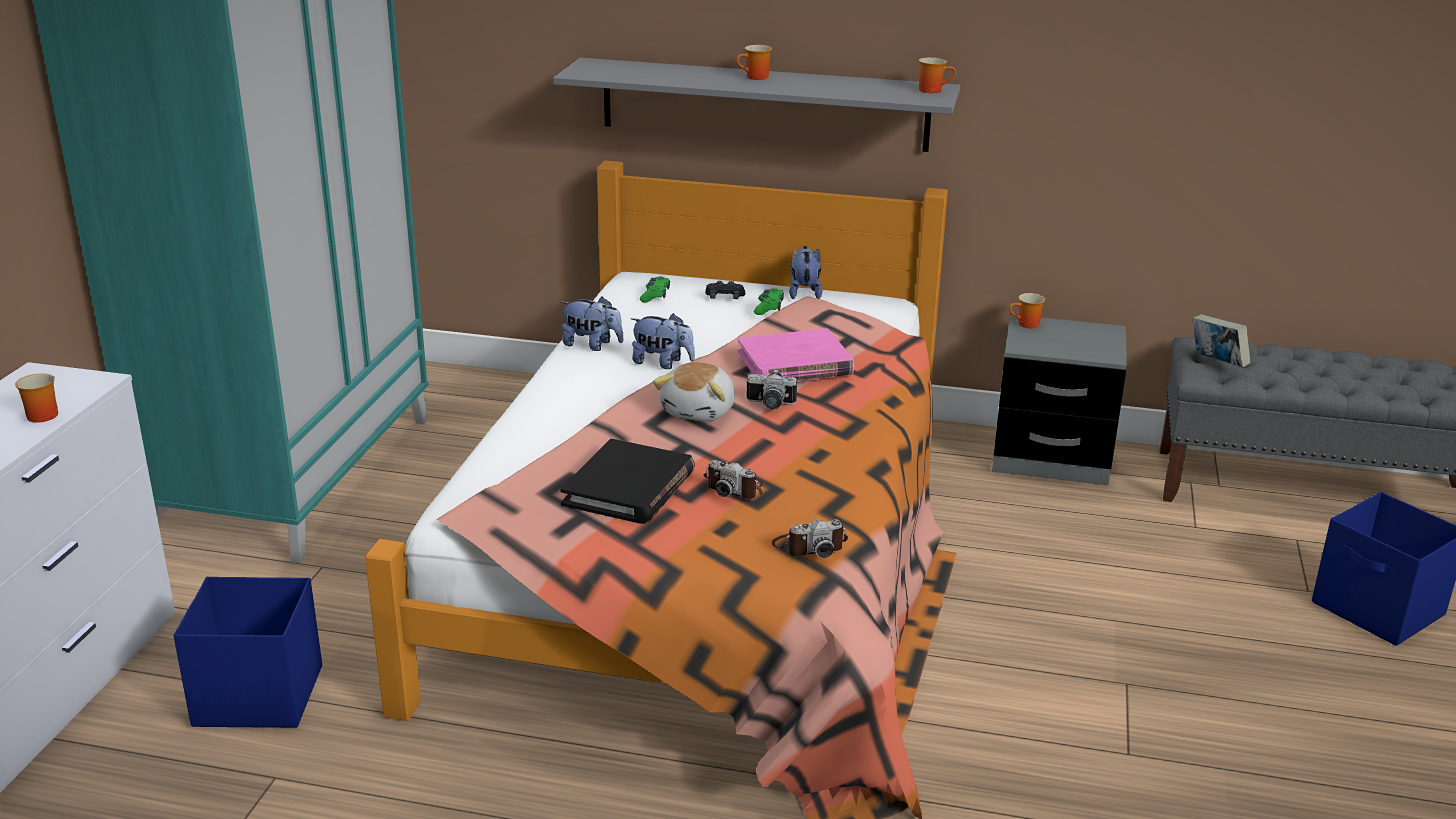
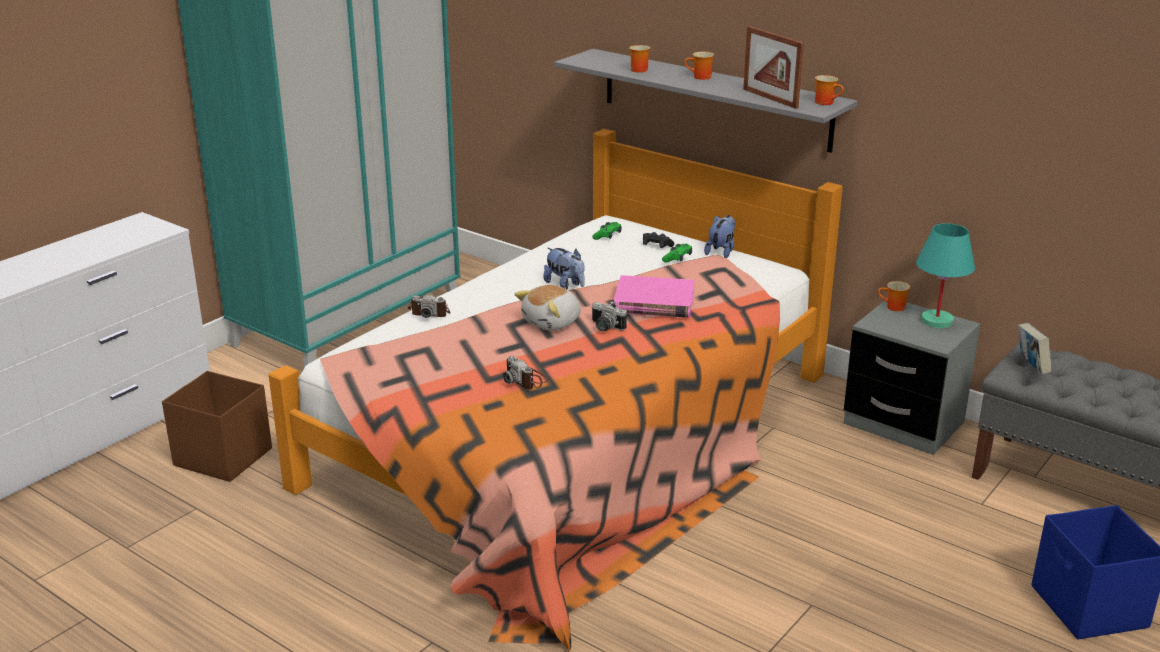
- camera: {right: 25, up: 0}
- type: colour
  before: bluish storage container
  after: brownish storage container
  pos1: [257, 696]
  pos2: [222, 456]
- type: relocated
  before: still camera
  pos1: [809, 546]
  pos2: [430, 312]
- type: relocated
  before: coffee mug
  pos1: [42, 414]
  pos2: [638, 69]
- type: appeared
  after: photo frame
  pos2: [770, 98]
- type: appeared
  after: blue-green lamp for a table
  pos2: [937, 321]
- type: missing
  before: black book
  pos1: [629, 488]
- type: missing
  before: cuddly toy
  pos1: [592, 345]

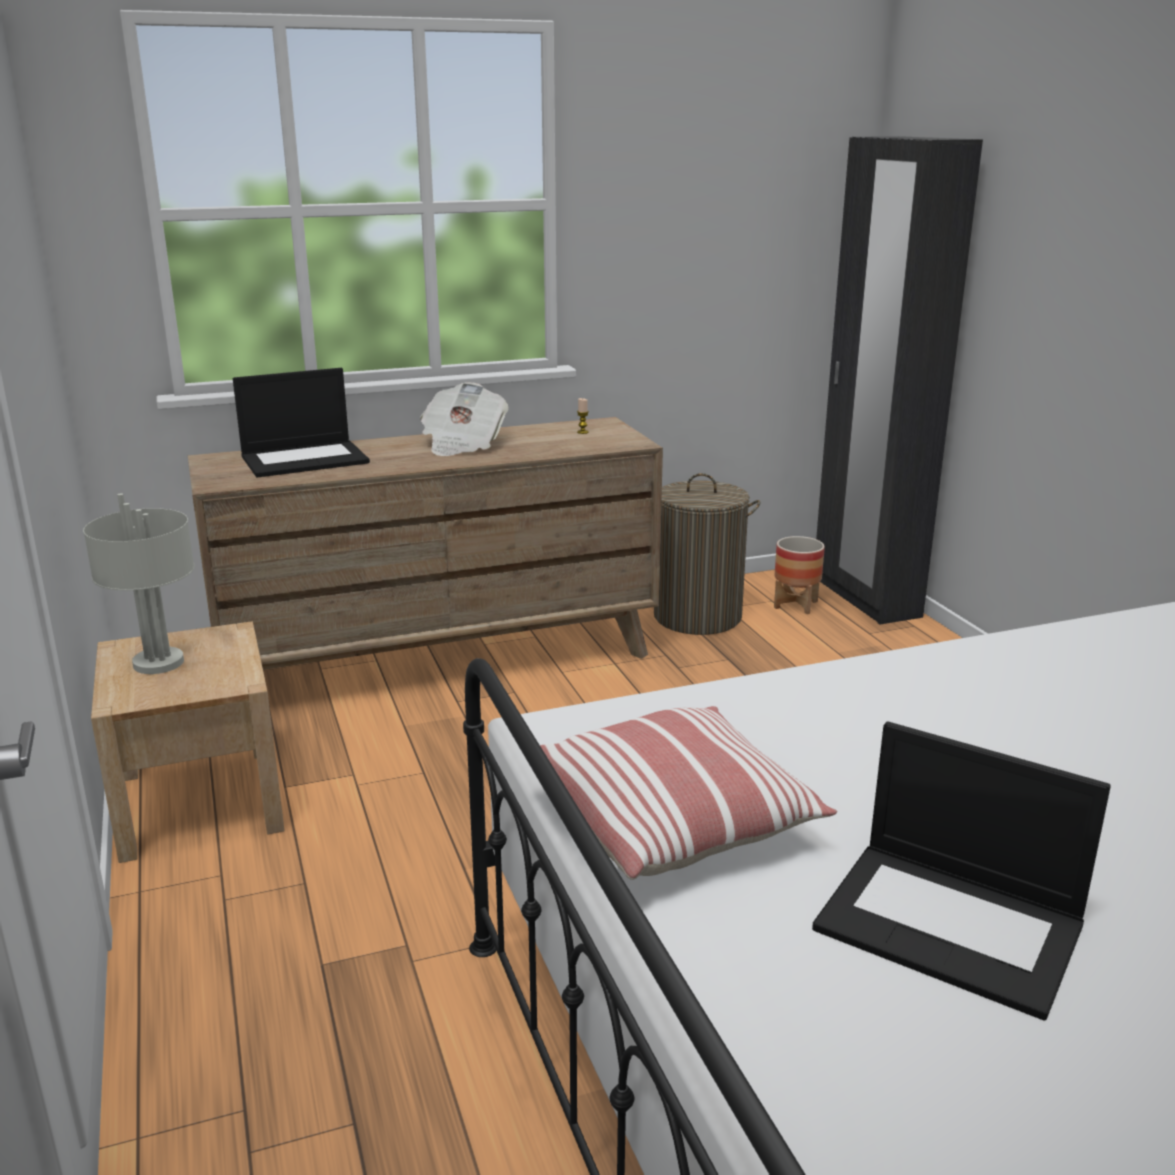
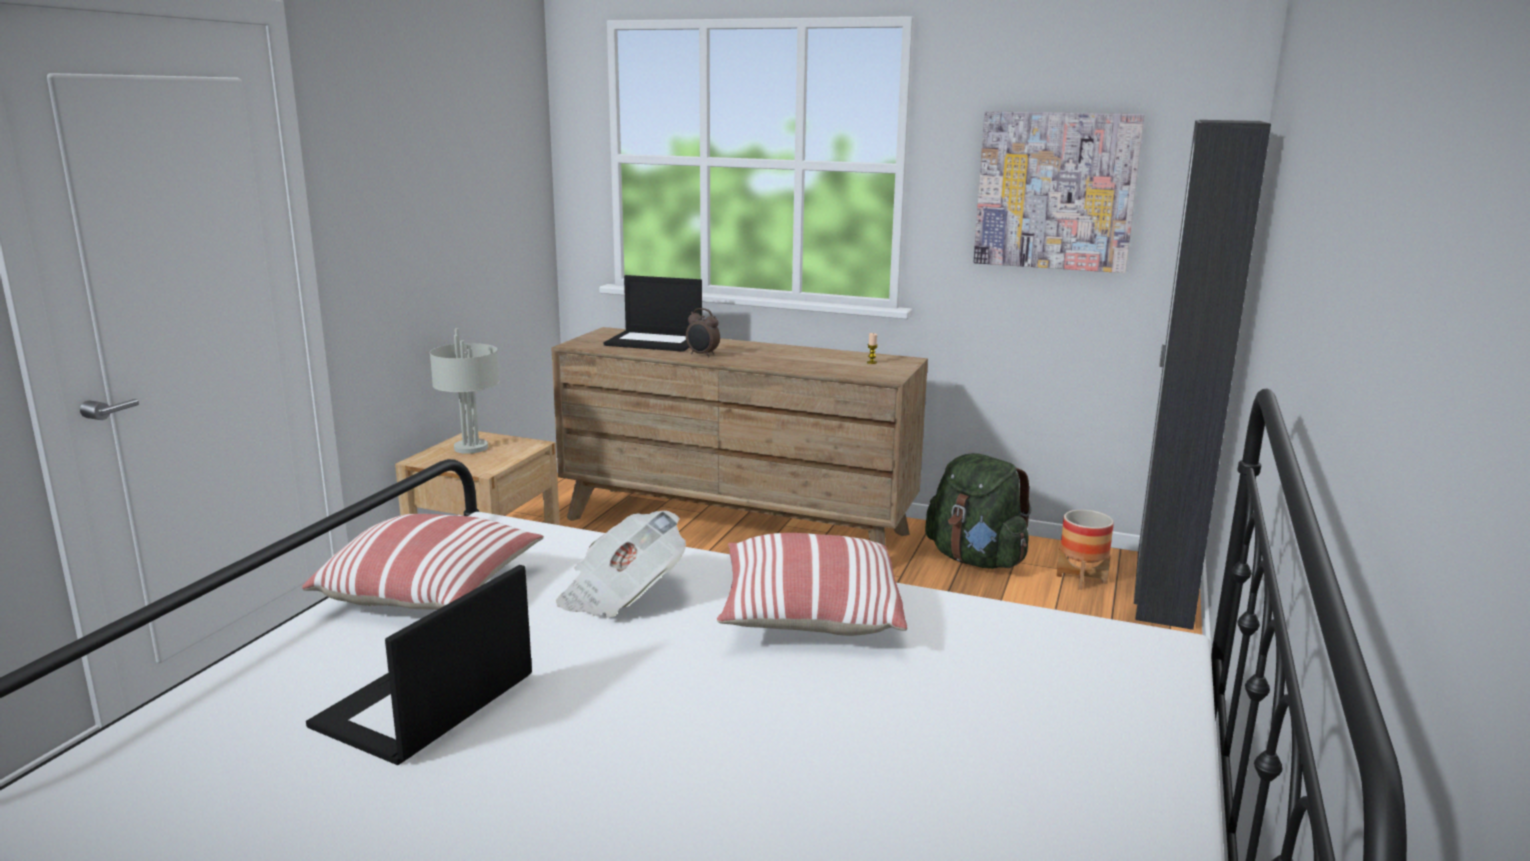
- camera: {right: 40, up: -5}
- type: spun
  before: notebook computer
  pos1: [952, 925]
  pos2: [425, 703]
  turn: 45
- type: relocated
  before: daily paper
  pos1: [462, 444]
  pos2: [621, 595]
- type: appeared
  after: alarm clock
  pos2: [702, 355]
- type: appeared
  after: throw pillow
  pos2: [808, 614]
- type: exchanged
  before: laundry basket
  after: greenish knapsack
  pos1: [697, 617]
  pos2: [976, 560]
- type: appeared
  after: wall picture
  pos2: [1055, 191]

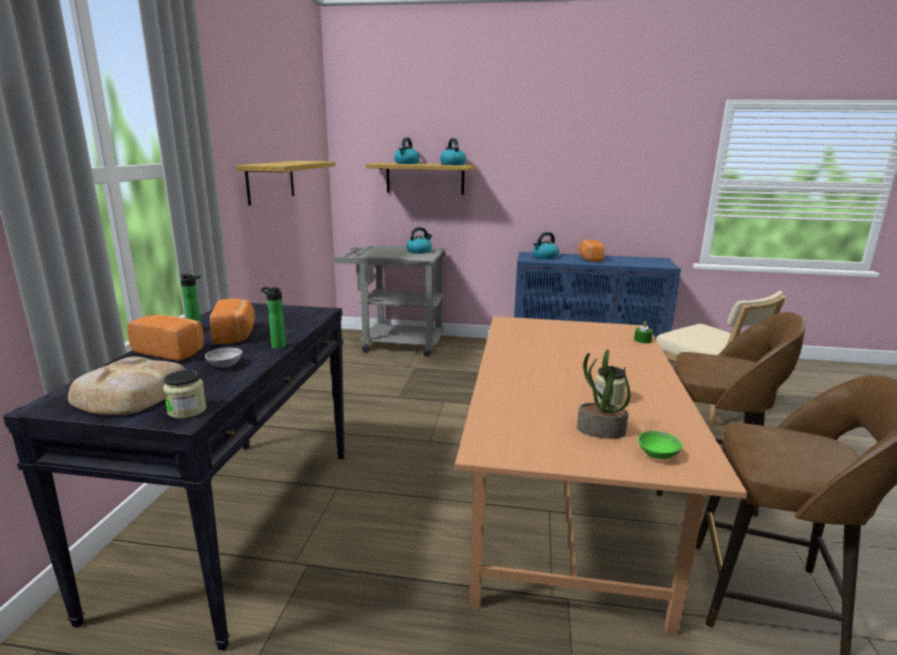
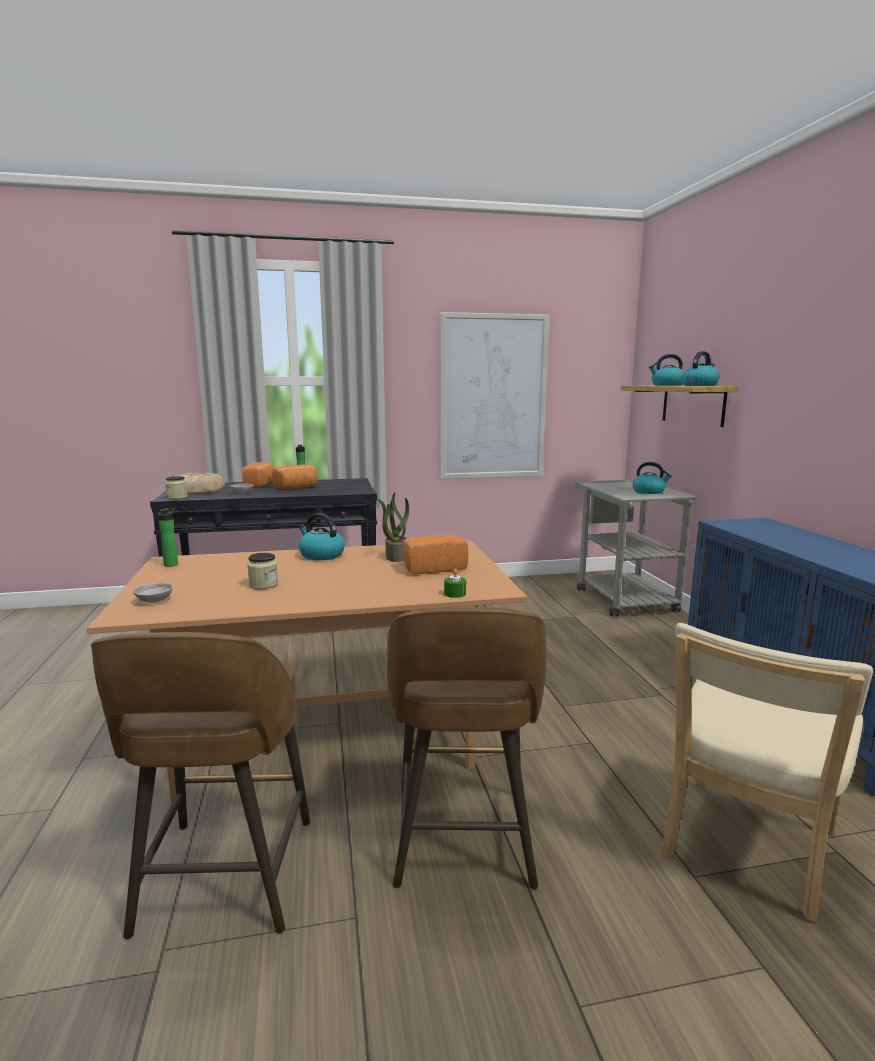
- camera: {right: 70, up: -5}
- type: colour
  before: greenish bowl
  after: greyish bowl
  pos1: [657, 454]
  pos2: [154, 601]
- type: relocated
  before: drink bottle
  pos1: [276, 346]
  pos2: [172, 564]
- type: relocated
  before: tea kettle
  pos1: [544, 257]
  pos2: [321, 555]
- type: relocated
  before: houseplant
  pos1: [600, 431]
  pos2: [396, 556]
- type: relocated
  before: bakery bread
  pos1: [589, 259]
  pos2: [433, 568]
- type: exchanged
  before: bracket shelf
  after: wall picture
  pos1: [271, 181]
  pos2: [492, 398]

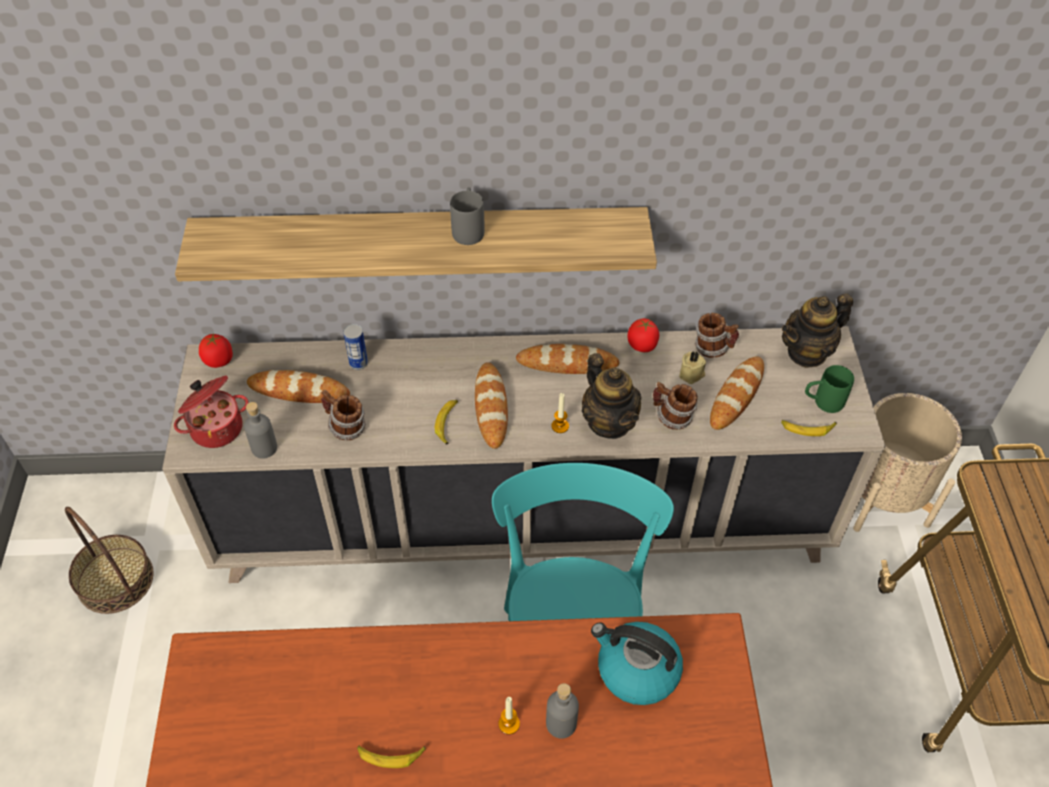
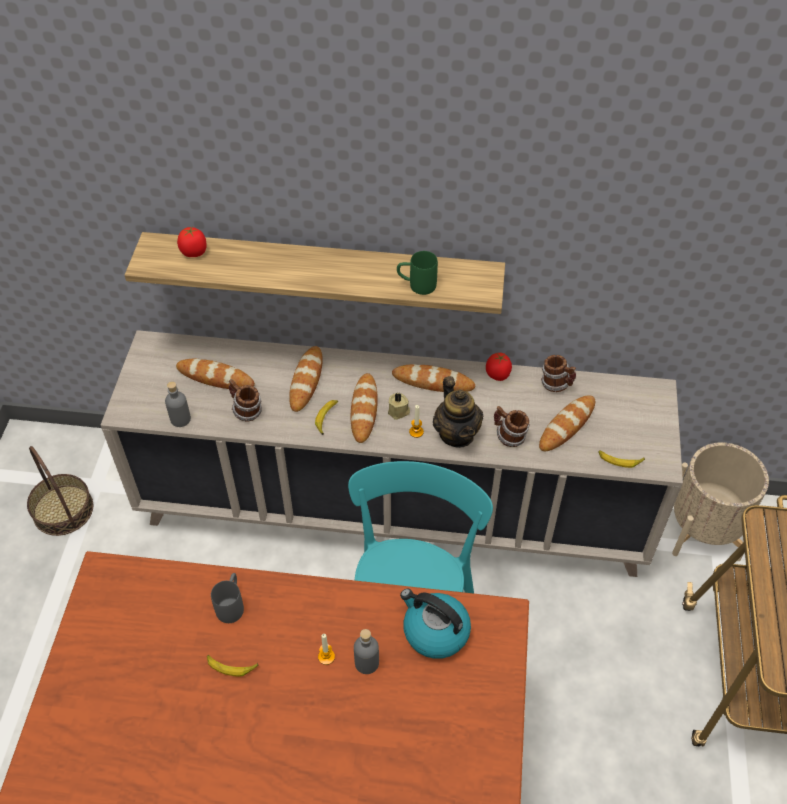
- camera: {right: 10, up: 0}
- type: relocated
  before: fresh tomato
  pos1: [219, 361]
  pos2: [194, 252]
- type: relocated
  before: greyish coffee mug
  pos1: [468, 228]
  pos2: [232, 604]
- type: appeared
  after: bakery bread
  pos2: [306, 381]
- type: relocated
  before: sand-coloured wax light
  pos1: [692, 374]
  pos2: [399, 412]
- type: relocated
  before: greenish coffee mug
  pos1: [822, 402]
  pos2: [416, 285]
- type: missing
  before: saucepot
  pos1: [216, 427]
- type: missing
  before: can
  pos1: [358, 363]
- type: missing
  before: teapot
  pos1: [807, 352]

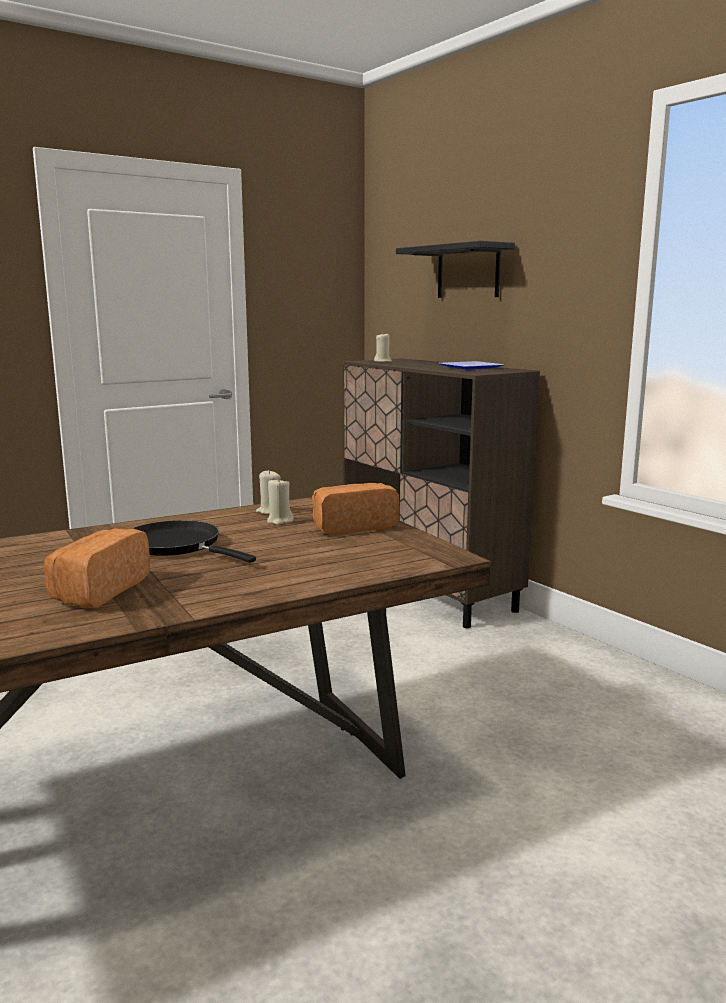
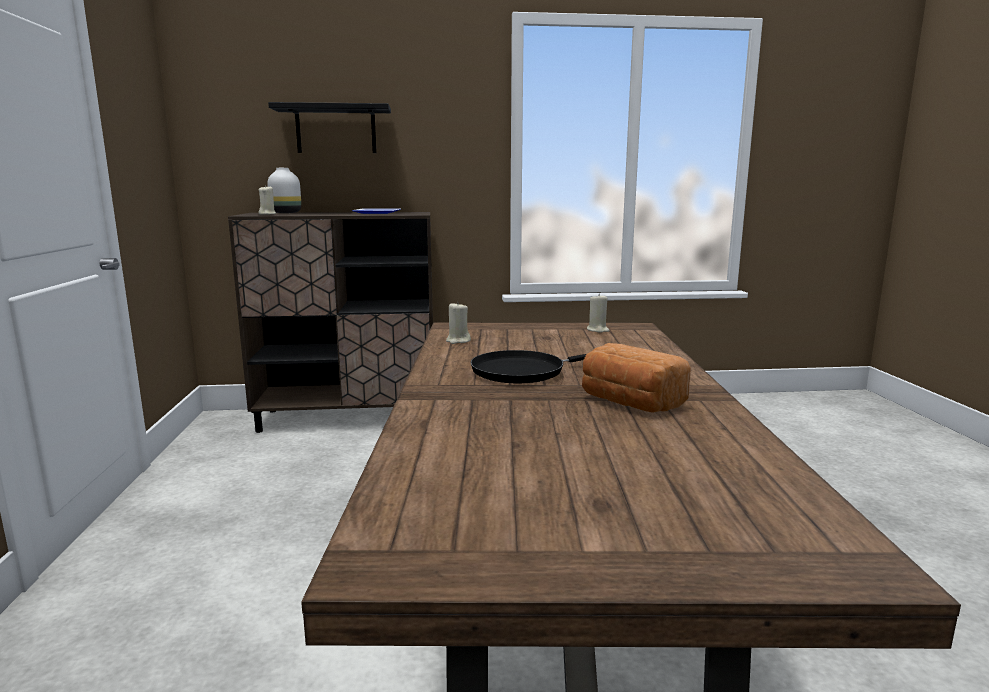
- camera: {right: -60, up: 0}
- type: appeared
  after: white flower vase
  pos2: [285, 213]
- type: relocated
  before: sand-coloured wax light
  pos1: [279, 521]
  pos2: [597, 330]
- type: missing
  before: bakery bread
  pos1: [352, 526]

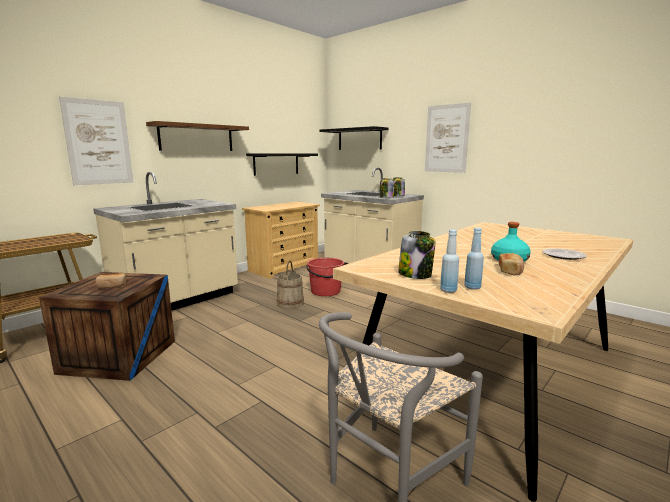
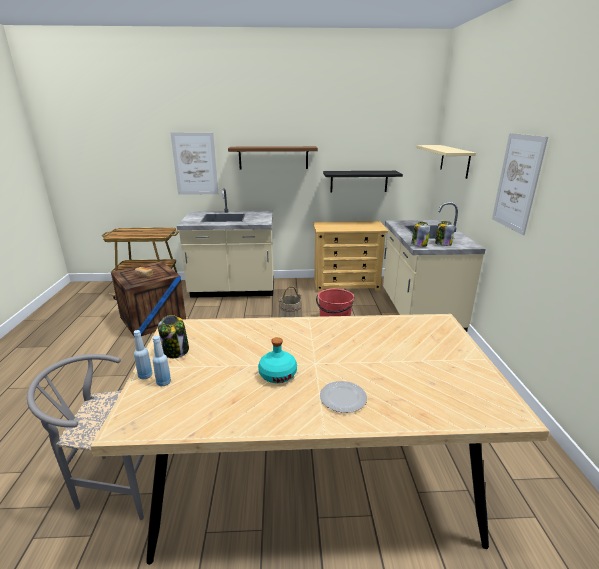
- camera: {right: 45, up: 10}
- type: colour
  before: black bracket shelf
  after: sand-coloured bracket shelf
  pos1: [359, 139]
  pos2: [455, 161]
- type: missing
  before: bakery bread
  pos1: [510, 271]

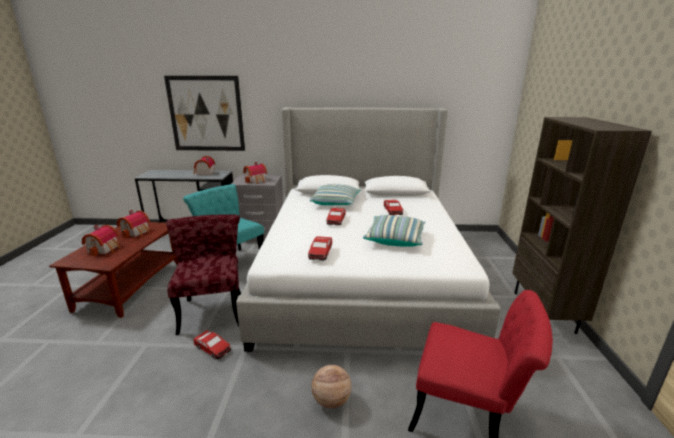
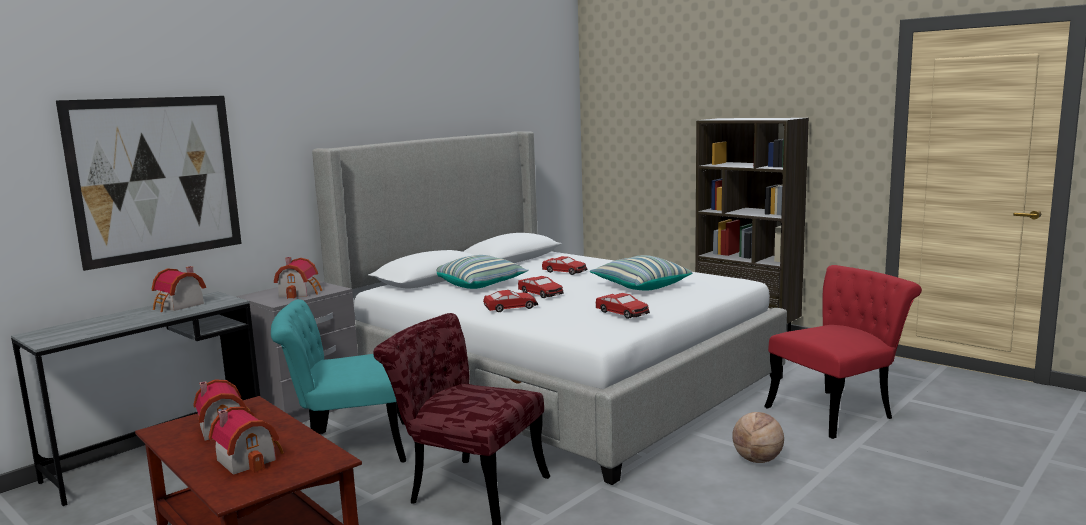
- camera: {right: -50, up: -10}
- type: relocated
  before: toy car
  pos1: [213, 348]
  pos2: [511, 308]

